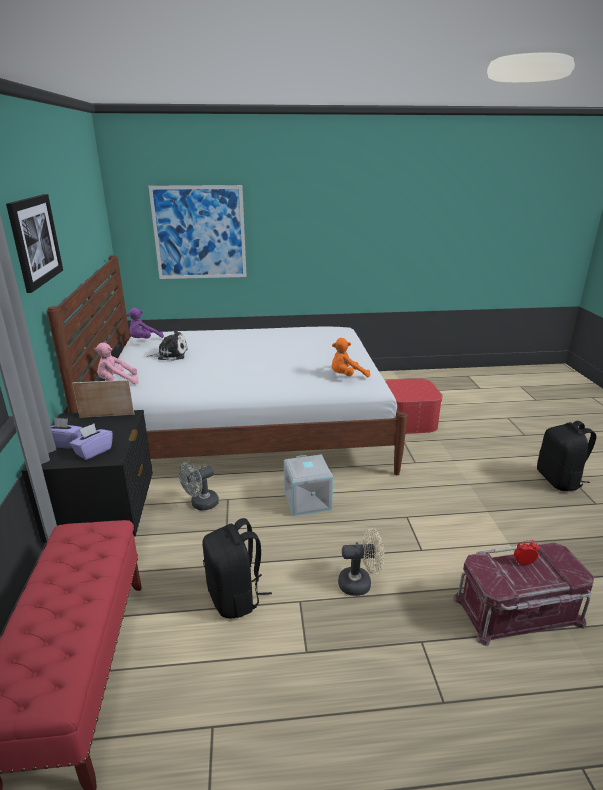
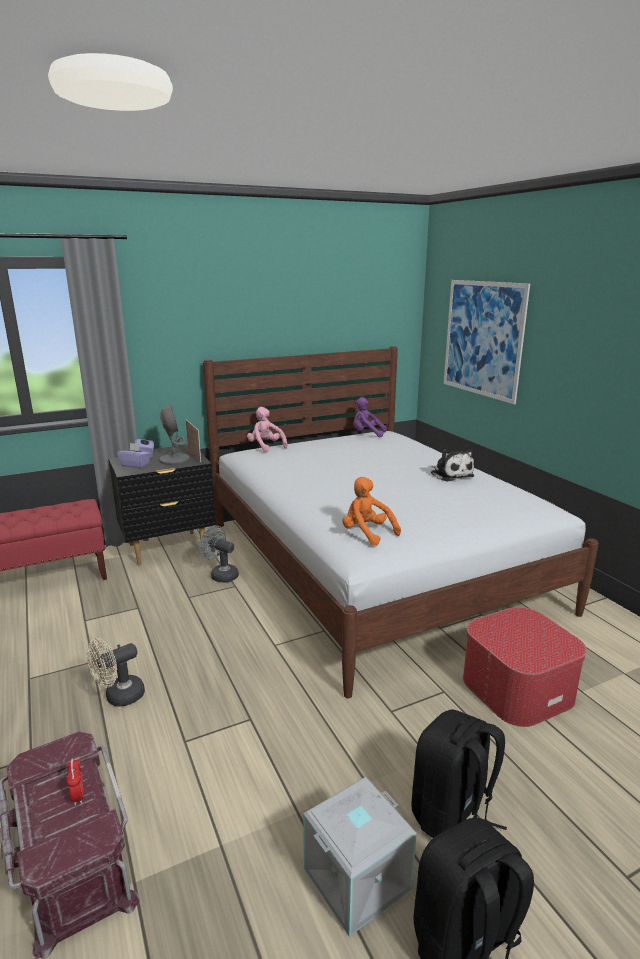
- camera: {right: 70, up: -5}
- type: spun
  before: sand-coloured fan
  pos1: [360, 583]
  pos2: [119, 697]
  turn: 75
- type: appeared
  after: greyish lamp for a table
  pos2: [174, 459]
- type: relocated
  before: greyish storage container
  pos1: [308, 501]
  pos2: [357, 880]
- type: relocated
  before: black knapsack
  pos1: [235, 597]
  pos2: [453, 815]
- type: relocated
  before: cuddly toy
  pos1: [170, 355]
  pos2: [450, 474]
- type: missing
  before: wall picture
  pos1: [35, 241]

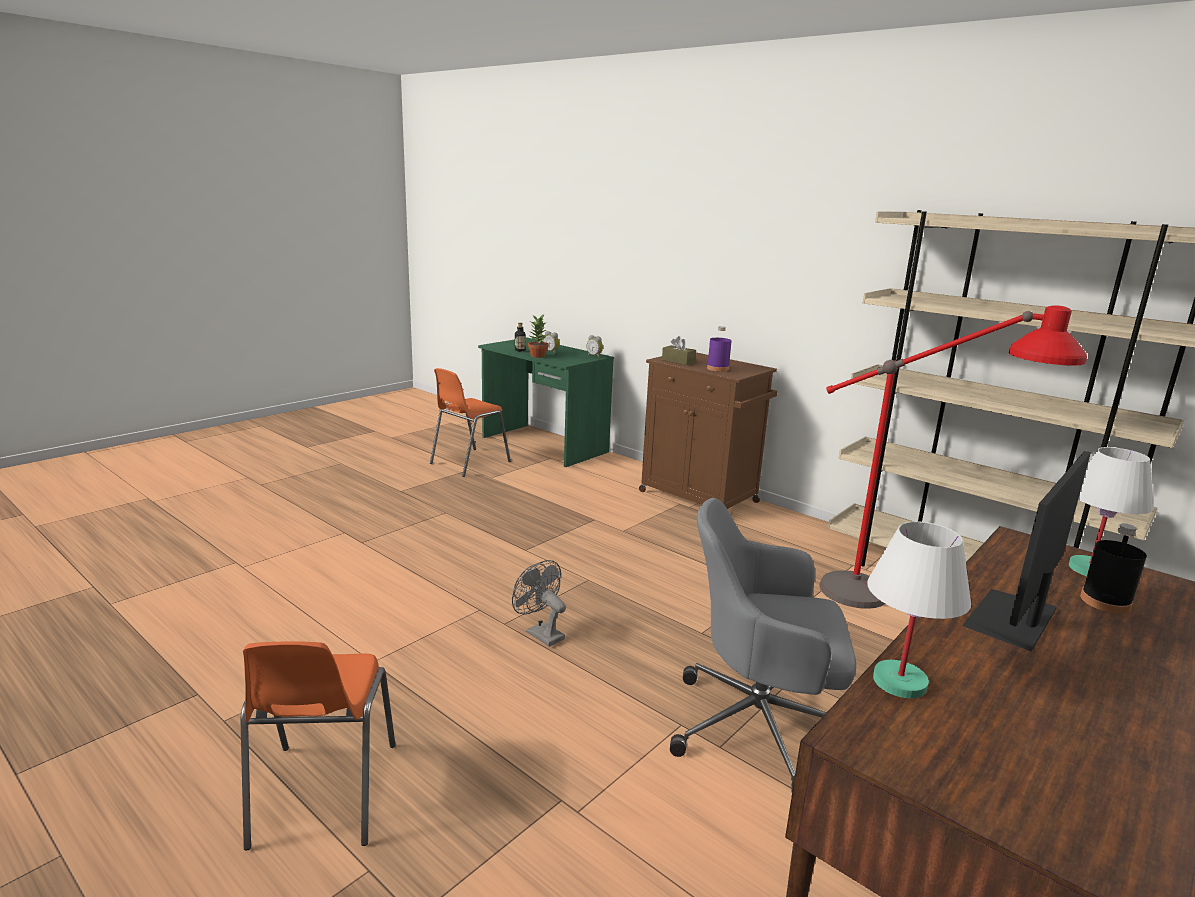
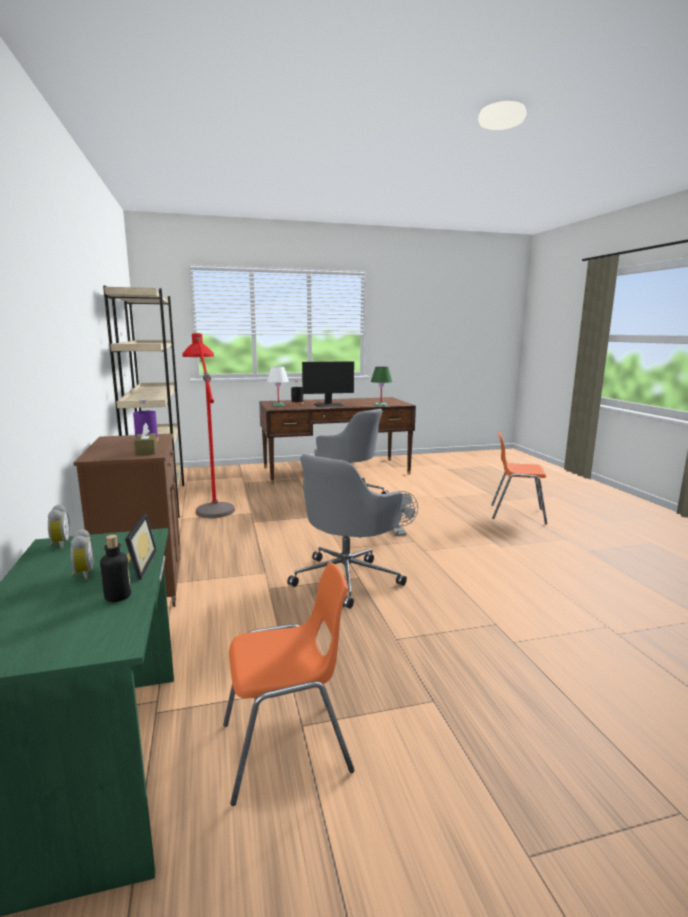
- camera: {right: -145, up: -5}
- type: exchanged
  before: houseplant
  after: photo frame
  pos1: [538, 356]
  pos2: [136, 565]
- type: appeared
  after: greyish office chair
  pos2: [347, 578]
- type: colour
  before: white lamp for a table
  after: greenish lamp for a table
  pos1: [899, 681]
  pos2: [380, 405]
- type: spun
  before: orangey upright chair
  pos1: [322, 795]
  pos2: [516, 514]
  turn: -105

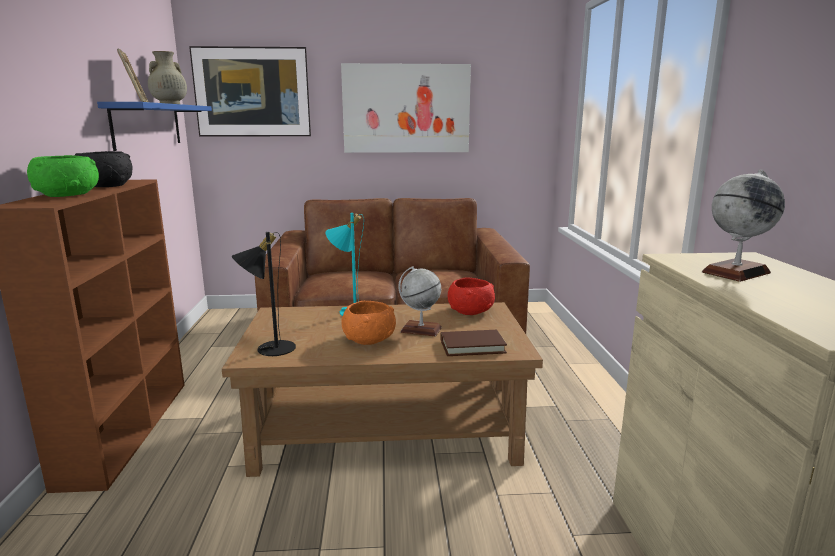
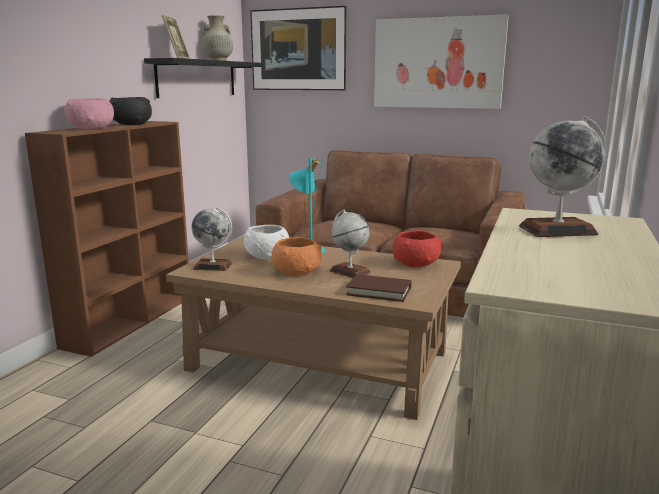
- camera: {right: 25, up: 0}
- type: colour
  before: greenish bowl
  after: pink bowl
  pos1: [67, 195]
  pos2: [91, 128]
- type: colour
  before: bluish bracket shelf
  after: black bracket shelf
  pos1: [148, 125]
  pos2: [197, 78]
- type: exchanged
  before: black lamp for a table
  after: world globe
  pos1: [269, 348]
  pos2: [213, 266]
- type: appeared
  after: white bowl
  pos2: [267, 256]

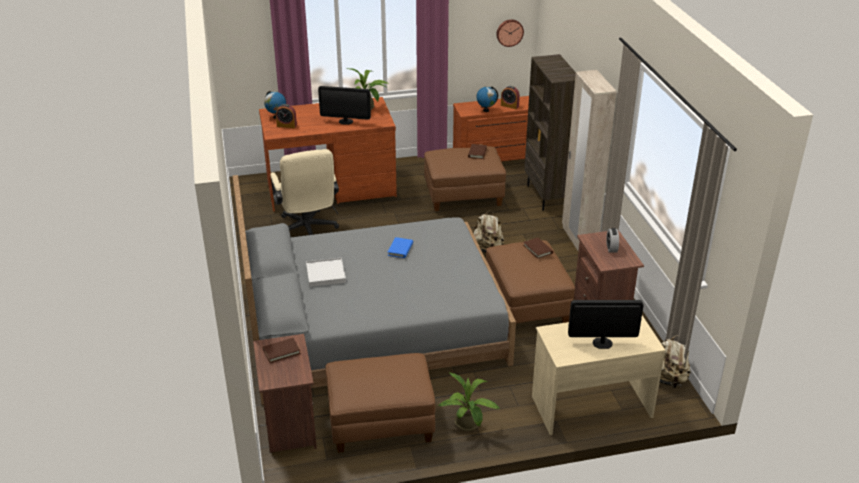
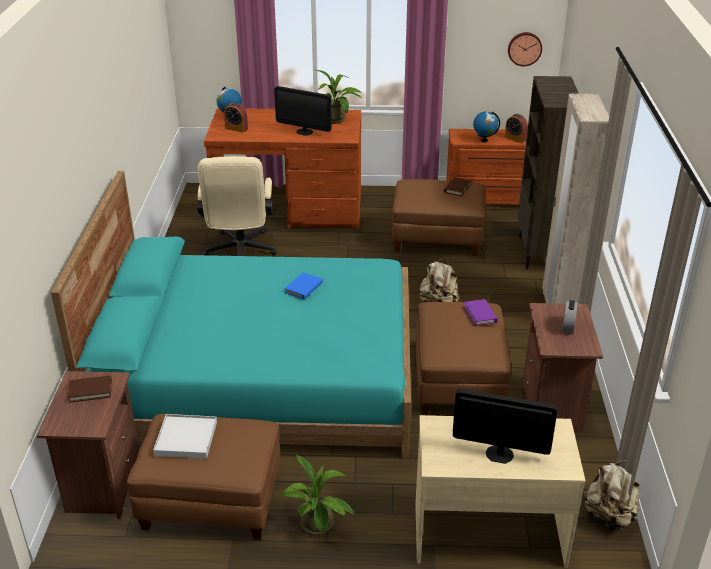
- camera: {right: 15, up: 0}
- type: colour
  before: greyish bedroom bed
  after: blue-green bedroom bed
  pos1: [372, 326]
  pos2: [259, 377]
- type: relocated
  before: white tray
  pos1: [326, 274]
  pos2: [186, 439]
- type: colour
  before: brownish book
  after: purplish book
  pos1: [537, 249]
  pos2: [480, 314]

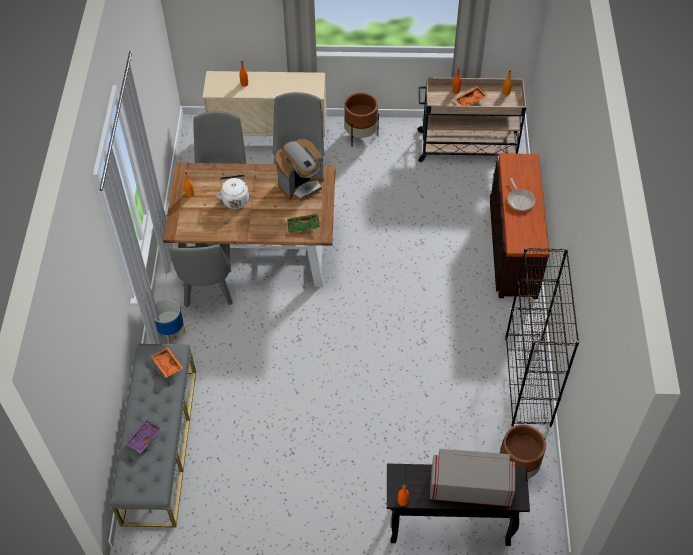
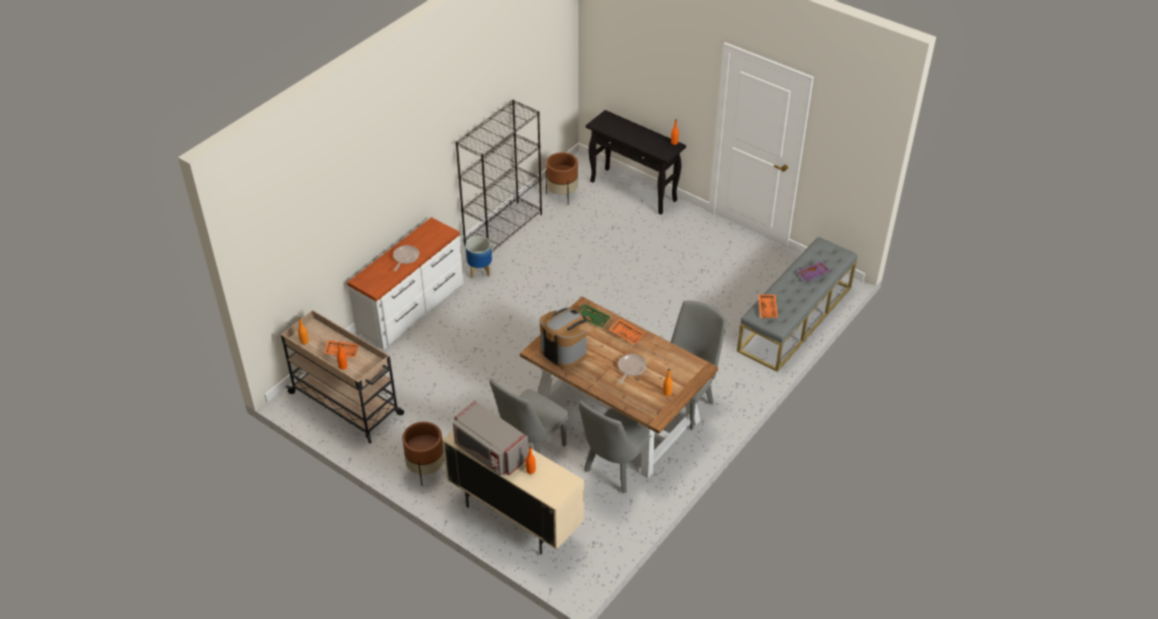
- camera: {right: -145, up: -10}
- type: colour
  before: brownish chest of drawers
  after: white chest of drawers
  pos1: [512, 248]
  pos2: [412, 308]
- type: relocated
  before: greyish kitchen microwave
  pos1: [470, 486]
  pos2: [490, 451]
- type: relocated
  before: planter
  pos1: [171, 332]
  pos2: [479, 271]
- type: spun
  before: coffee maker
  pos1: [301, 184]
  pos2: [564, 351]
  turn: 45
- type: appeared
  after: orangey tray
  pos2: [627, 334]
- type: exchanged
  before: white tea kettle
  after: skillet
  pos1: [235, 199]
  pos2: [631, 368]

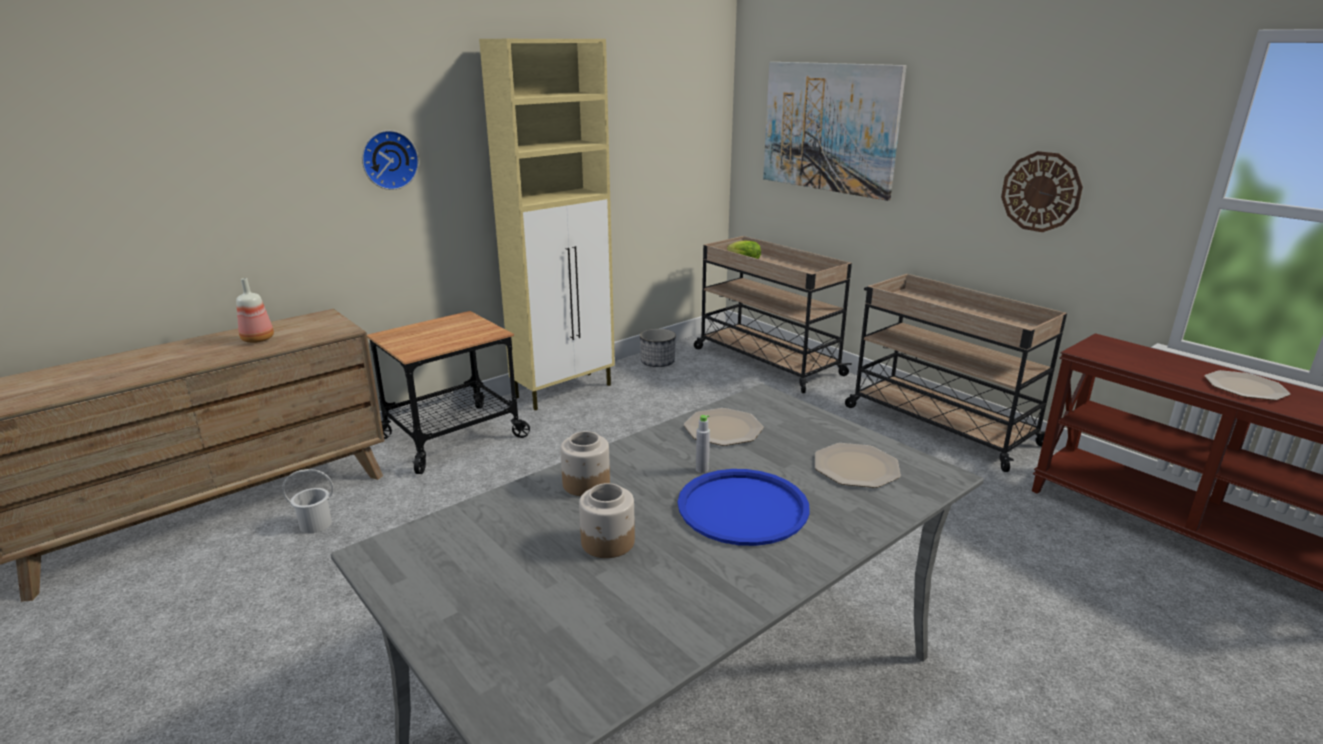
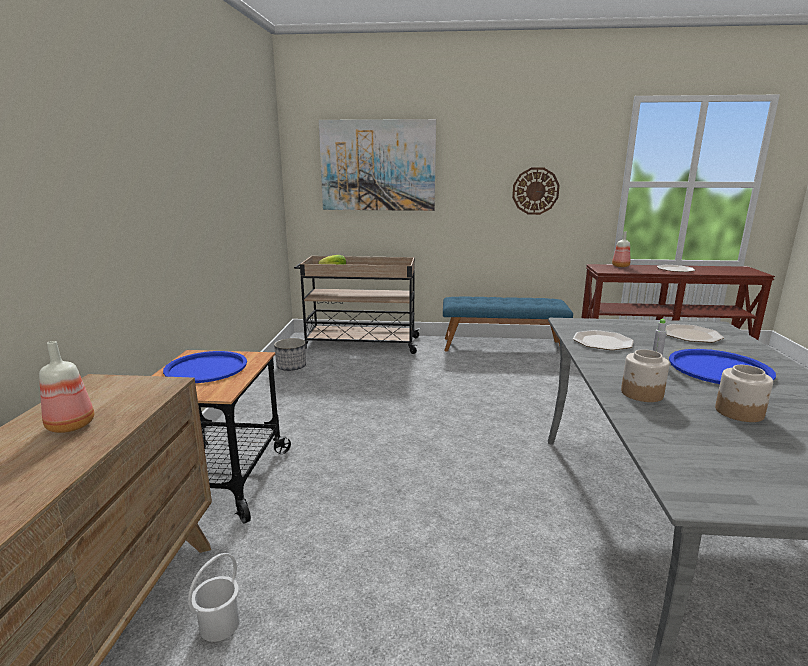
- camera: {right: -45, up: -5}
- type: appeared
  after: bluish tray
  pos2: [206, 368]
- type: exchanged
  before: sand-coloured wheeled cart
  after: bluish indoor bench
  pos1: [938, 424]
  pos2: [502, 346]
- type: appeared
  after: drink bottle
  pos2: [621, 266]
- type: missing
  before: wall clock
  pos1: [389, 159]
- type: missing
  before: sand-coloured cabinet
  pos1: [565, 390]

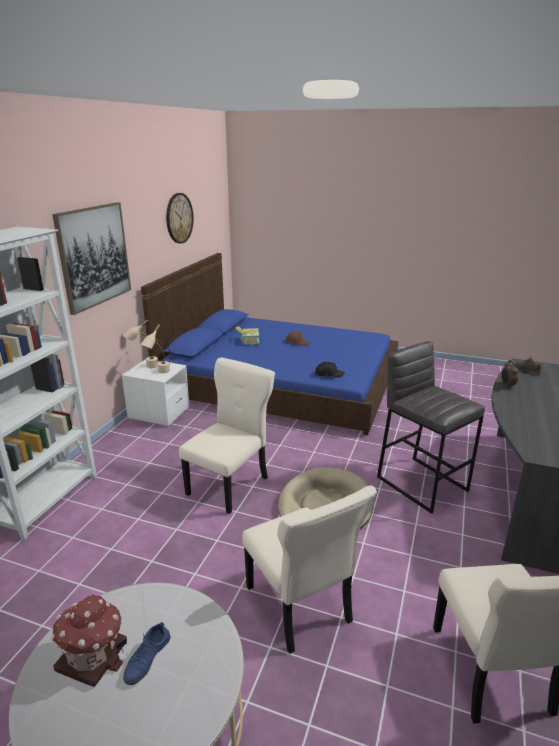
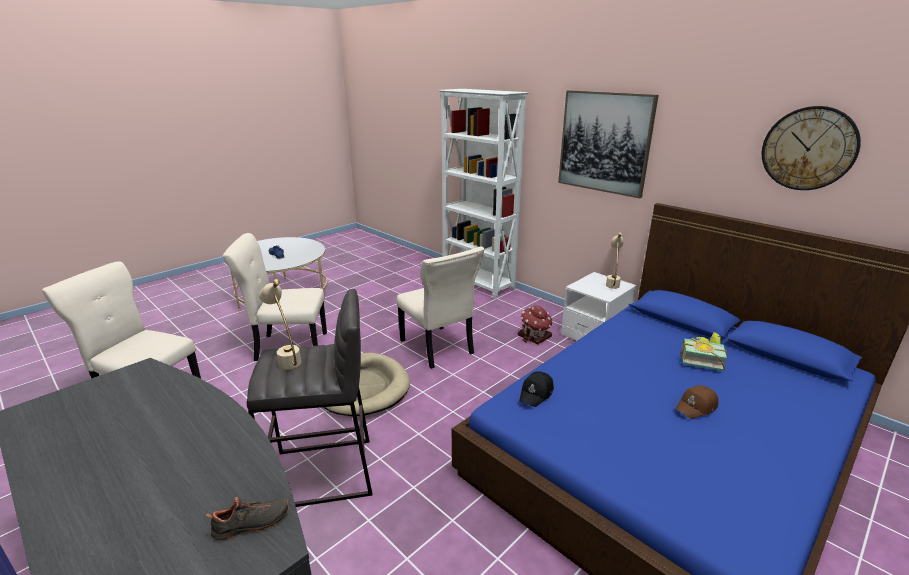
- camera: {right: 115, up: 0}
- type: relocated
  before: sand-coloured lamp for a table
  pos1: [159, 373]
  pos2: [286, 358]
- type: relocated
  before: miniature house
  pos1: [93, 655]
  pos2: [535, 336]
- type: missing
  before: alarm clock
  pos1: [507, 385]

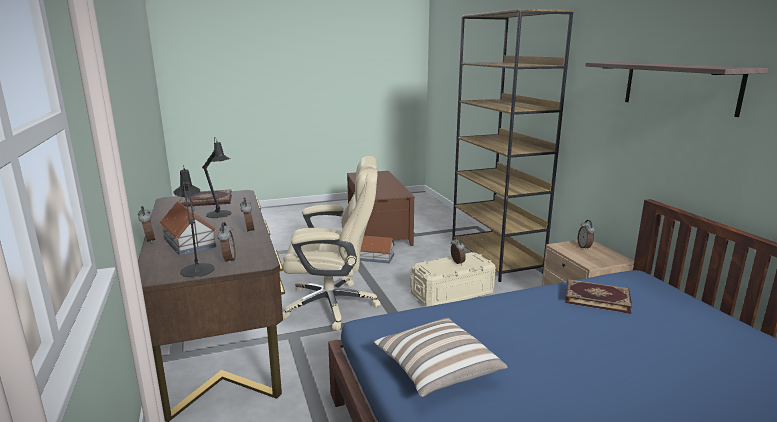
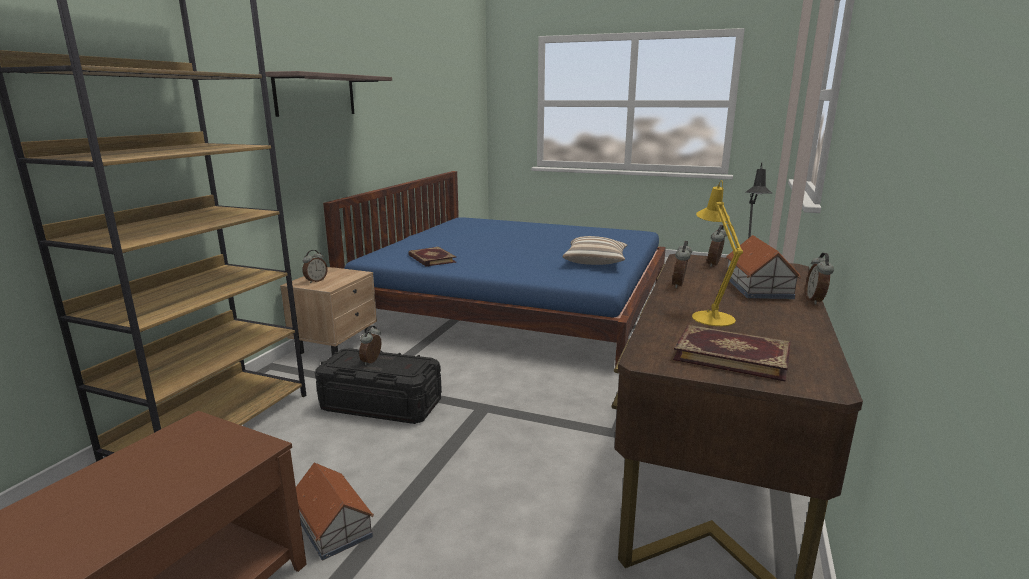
- camera: {right: -140, up: 0}
- type: colour
  before: sand-coloured storage container
  after: black storage container
  pos1: [452, 293]
  pos2: [381, 405]
- type: colour
  before: black lamp for a table
  after: yellowish lamp for a table
  pos1: [220, 215]
  pos2: [710, 316]
- type: missing
  before: sand-coloured office chair
  pos1: [333, 305]

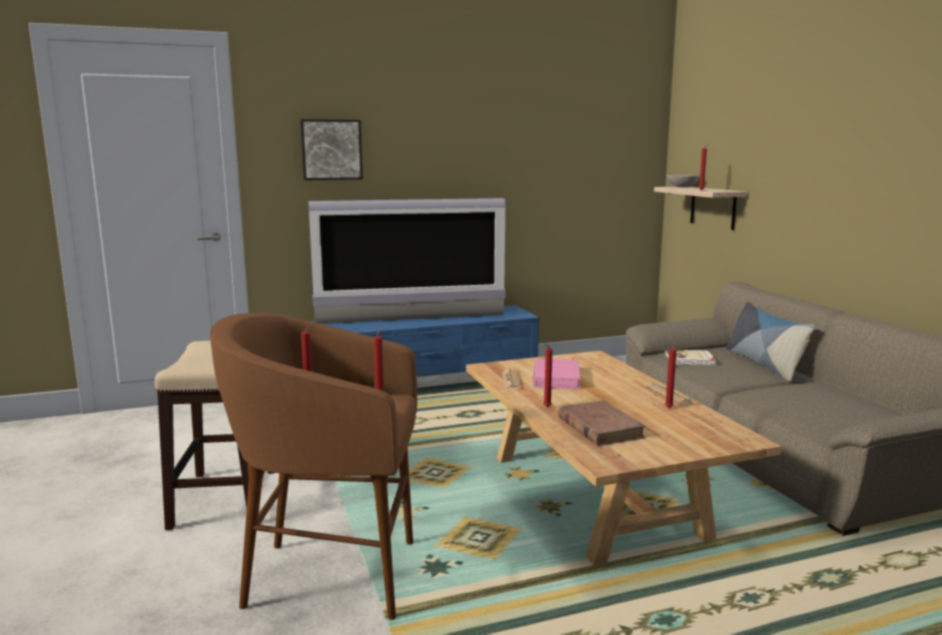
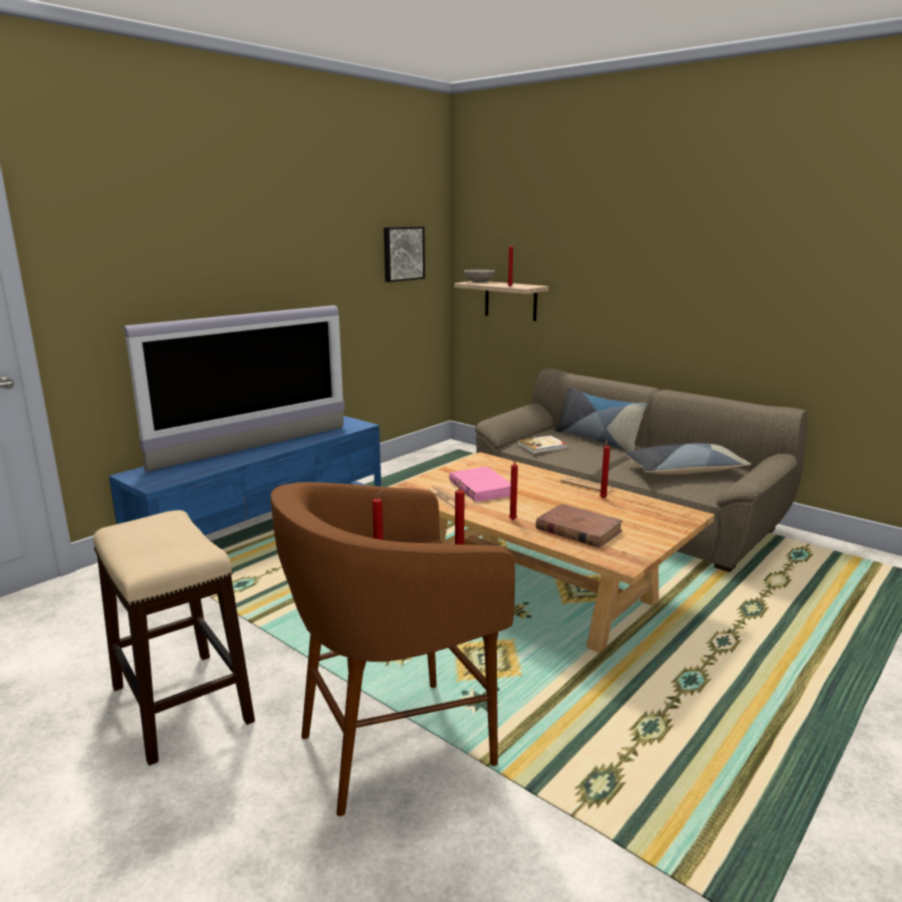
- camera: {right: -30, up: 5}
- type: relocated
  before: wall picture
  pos1: [331, 149]
  pos2: [402, 253]
- type: appeared
  after: throw pillow
  pos2: [684, 471]

